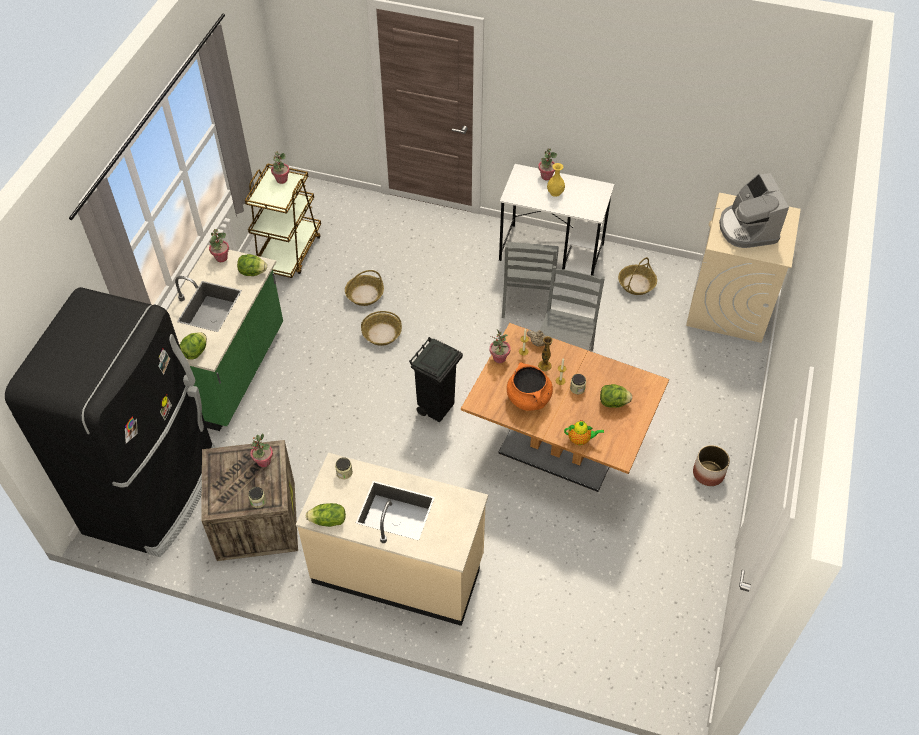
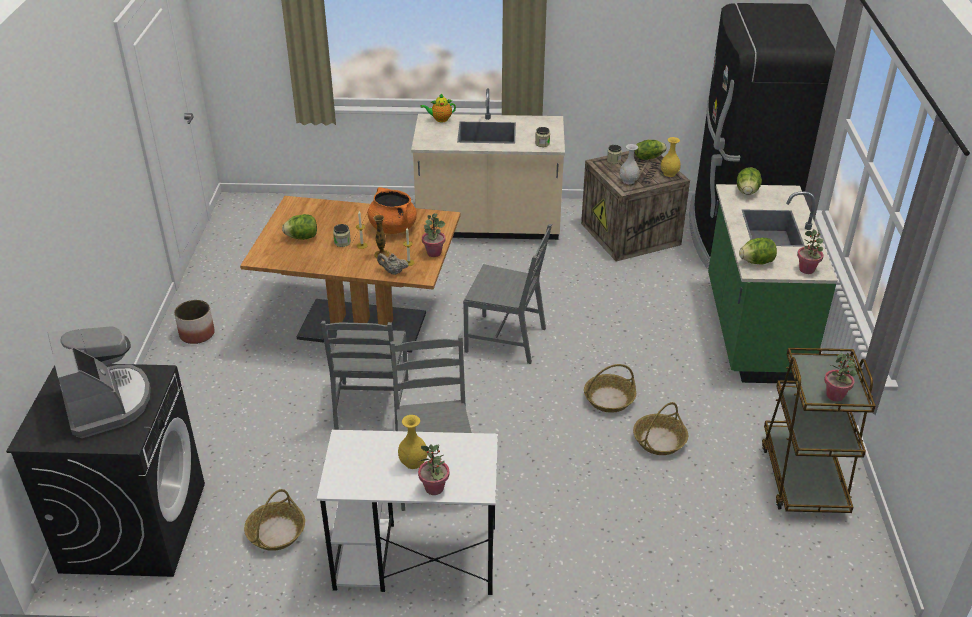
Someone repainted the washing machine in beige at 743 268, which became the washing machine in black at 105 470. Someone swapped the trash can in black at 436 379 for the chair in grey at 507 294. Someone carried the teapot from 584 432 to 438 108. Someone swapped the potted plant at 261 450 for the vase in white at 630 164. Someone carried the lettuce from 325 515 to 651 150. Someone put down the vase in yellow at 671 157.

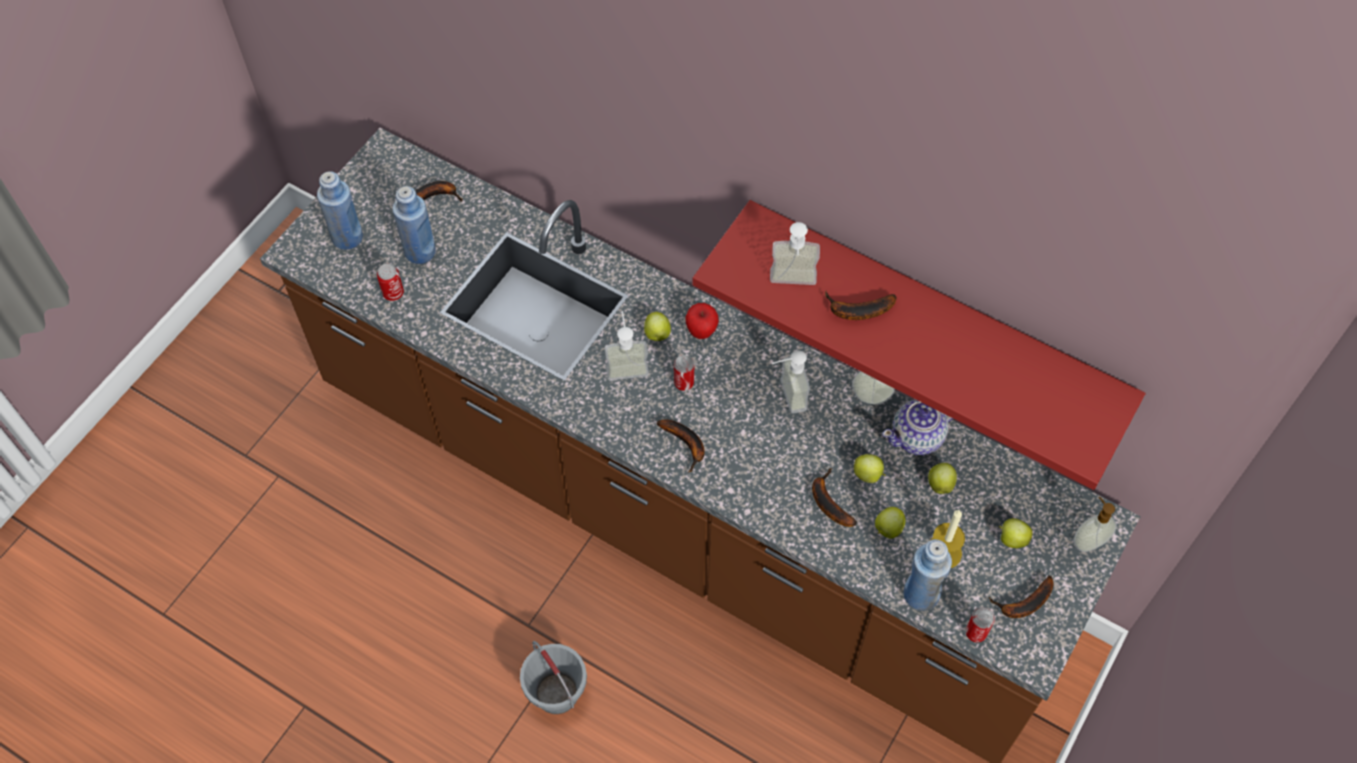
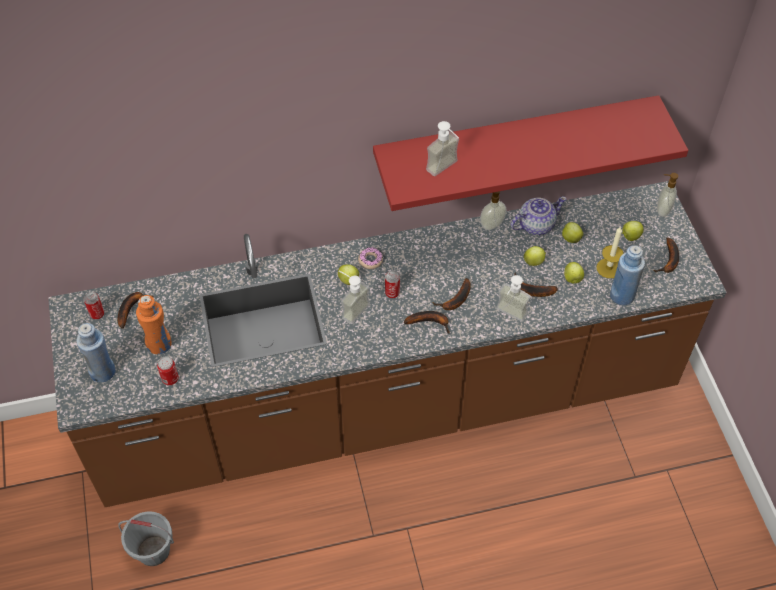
Someone repainted the bottle in blue at 414 225, which became the bottle in orange at 154 324. Someone carried the banana from 861 305 to 451 294. Someone swapped the apple at 702 321 for the donut at 370 258. Someone carried the soap dispenser from 791 382 to 513 298. Someone rotated the teapot at 918 427 by 135 degrees counterclockwise. Someone carried the can from 980 625 to 94 306. Someone carried the bucket in grey from 553 677 to 146 538.

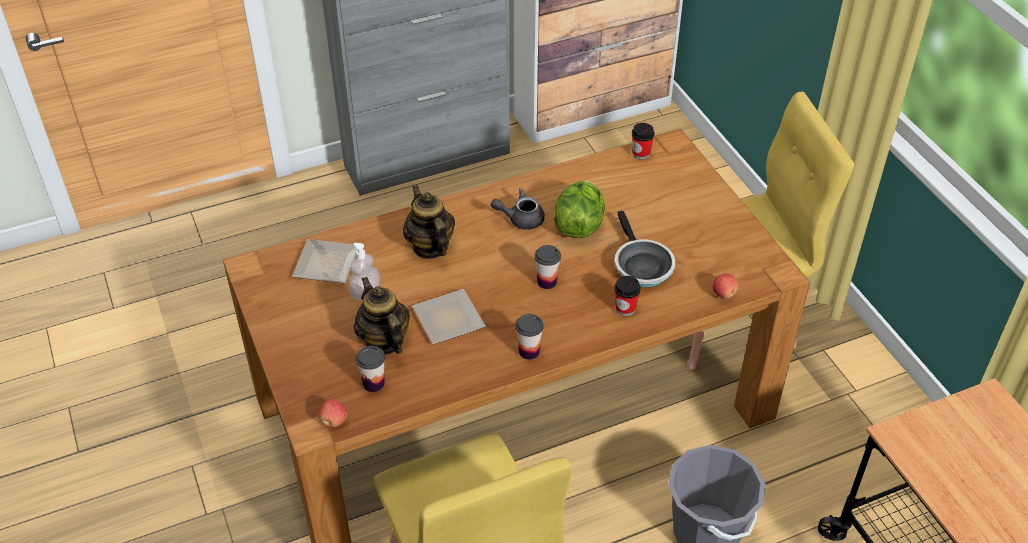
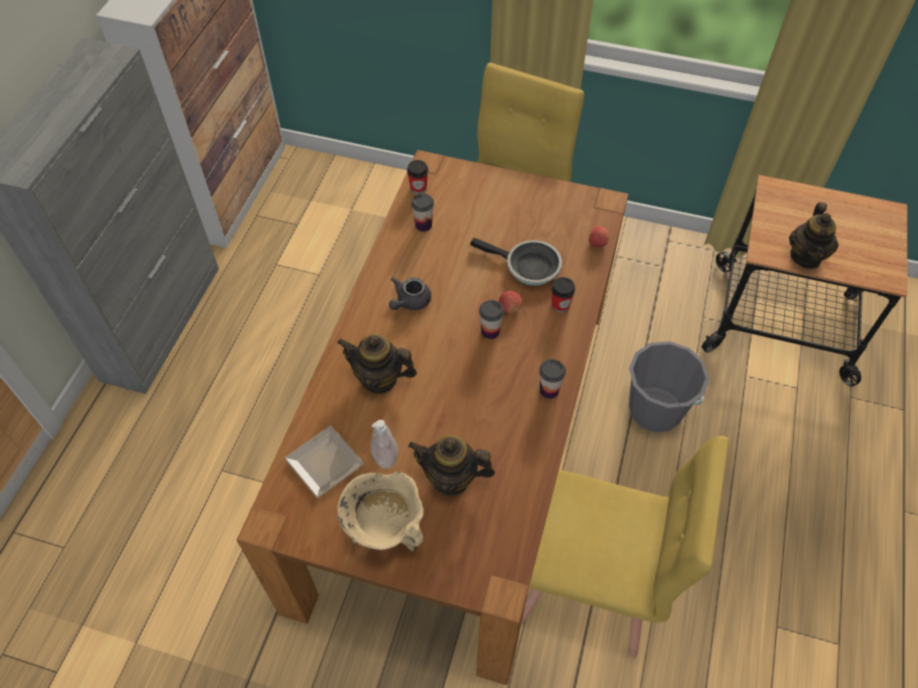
Someone took away the lettuce at 579 209. Someone took away the plate at 448 316. Someone carried the cup from 370 369 to 422 212. Someone carried the apple from 333 413 to 510 302. Someone put down the teapot at 814 235. Someone put down the cooking pot in beige at 380 511.

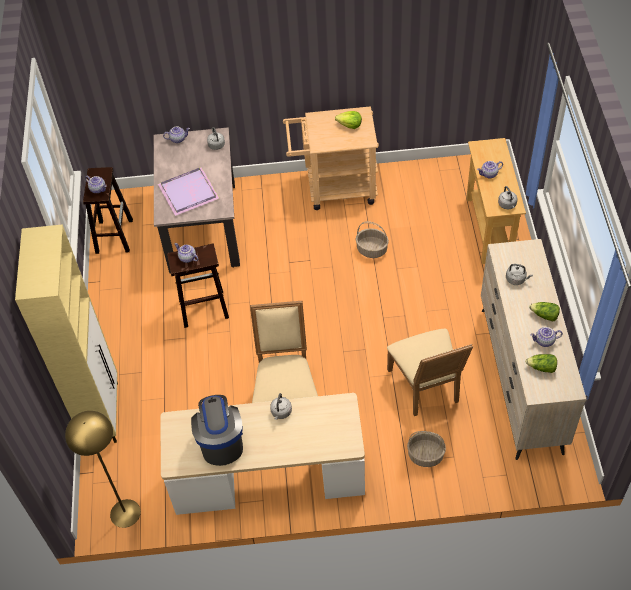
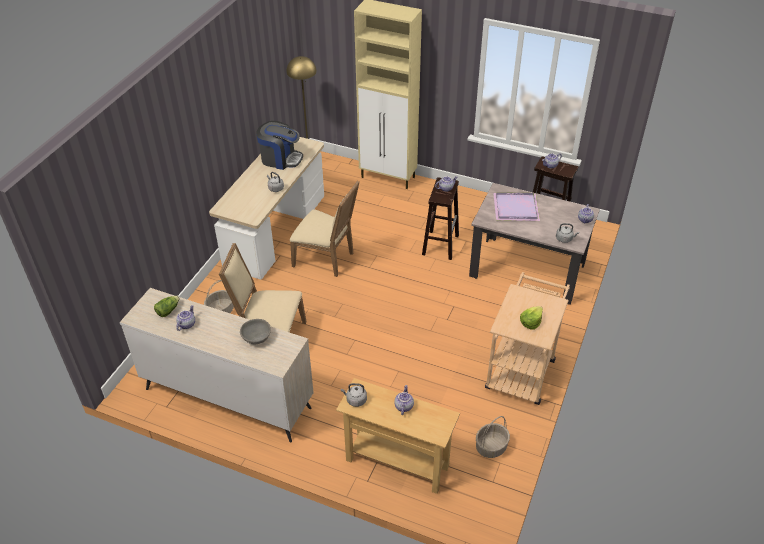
Someone carried the basket from 372 239 to 493 437. Someone swapped the kettle in grey at 519 274 for the bowl in grey at 255 331. Someone took away the lettuce at 544 312.

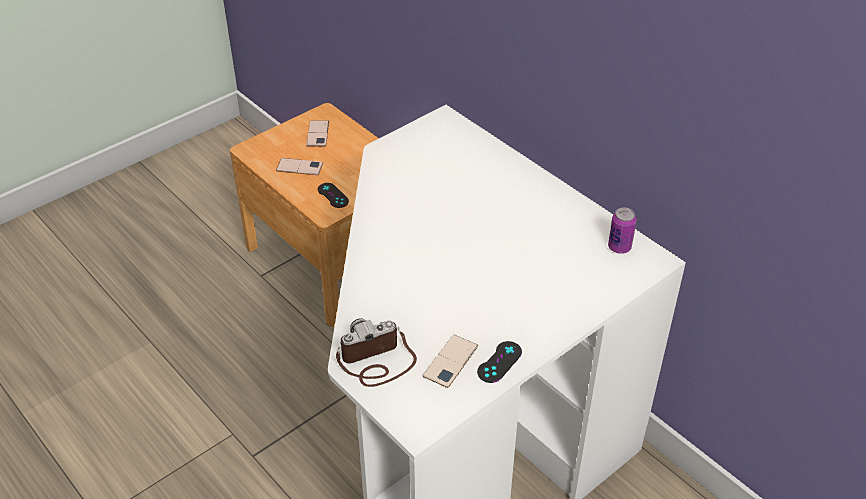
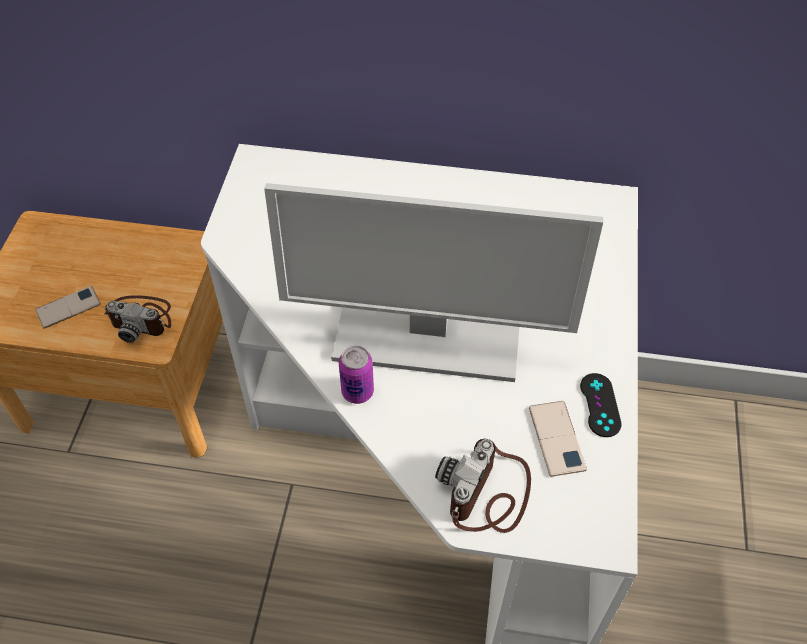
Someone took away the phone at 317 133. Someone swapped the game controller in black at 333 195 for the photo camera at 137 319. Someone carried the can from 622 230 to 356 375. Someone put down the monitor at 433 282.

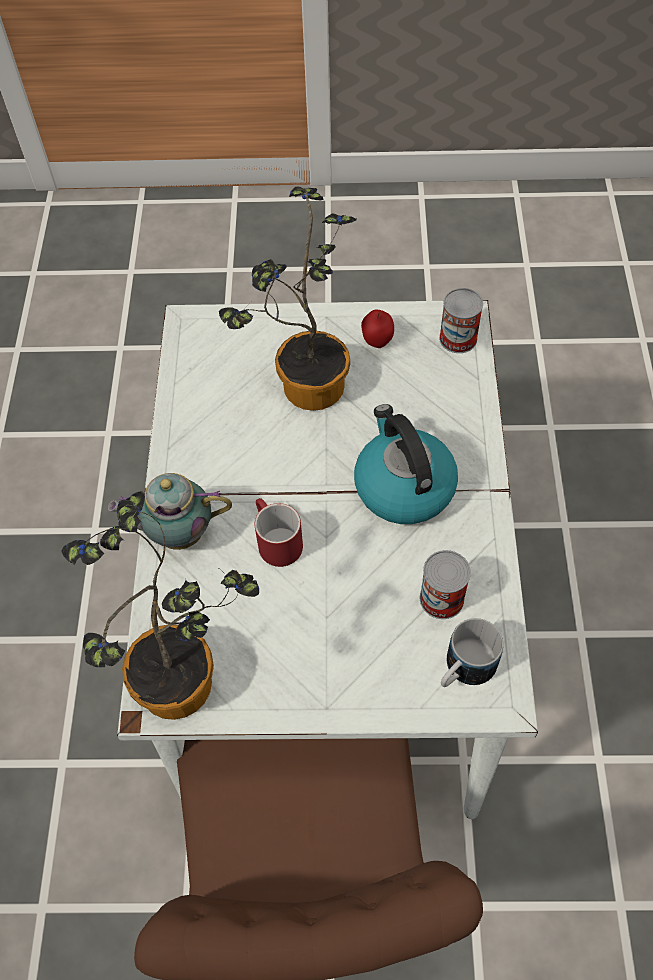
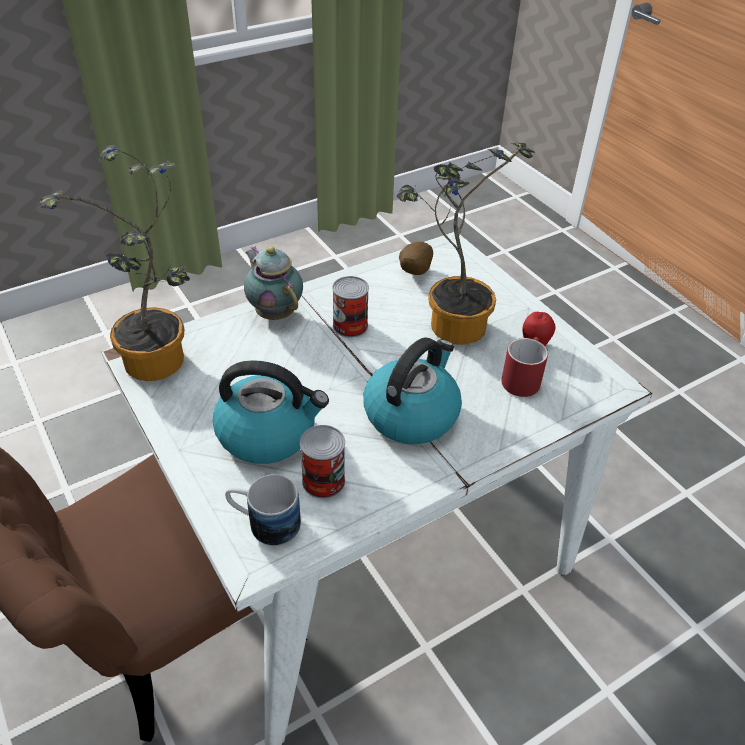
Someone carried the can from 461 320 to 350 307. Someone carried the mug in red from 279 532 to 524 367. Someone put down the potato at 416 258. Someone put down the kettle at 271 412.

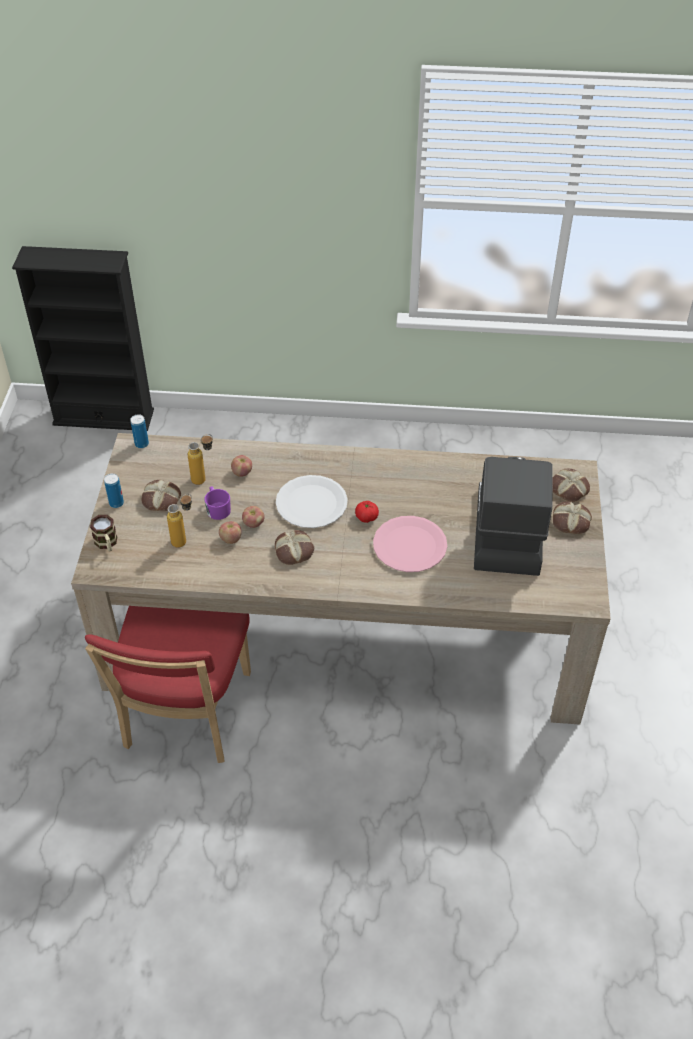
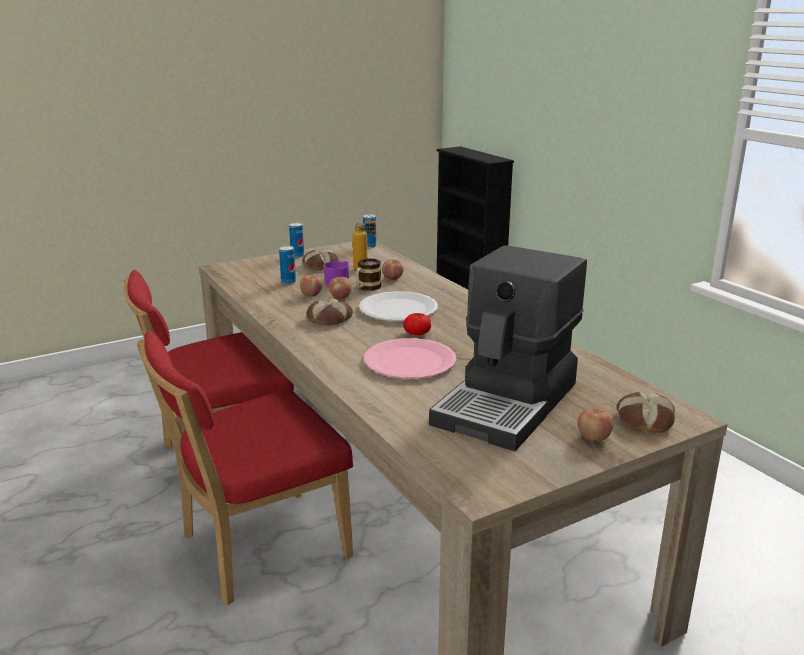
Someone rotated the coffee machine at 513 516 by 150 degrees clockwise. Someone swapped the bottle at 179 521 for the can at 287 265. Someone swapped the bread at 572 517 for the apple at 595 424. Someone carried the mug from 103 533 to 368 274. Someone put down the chair in red at 245 468.

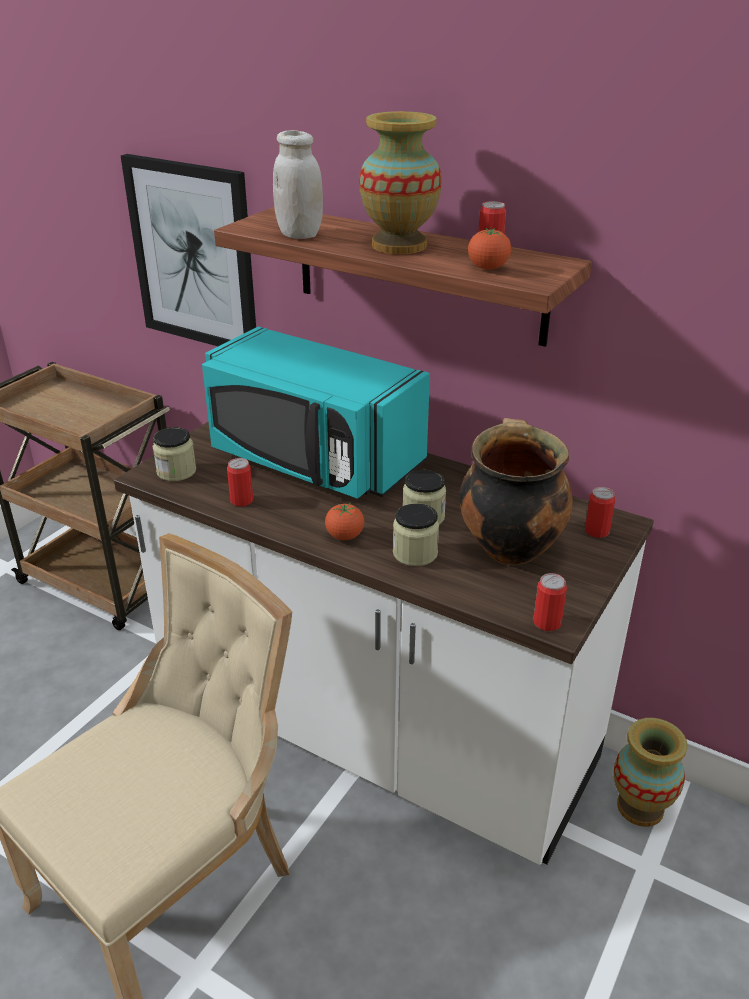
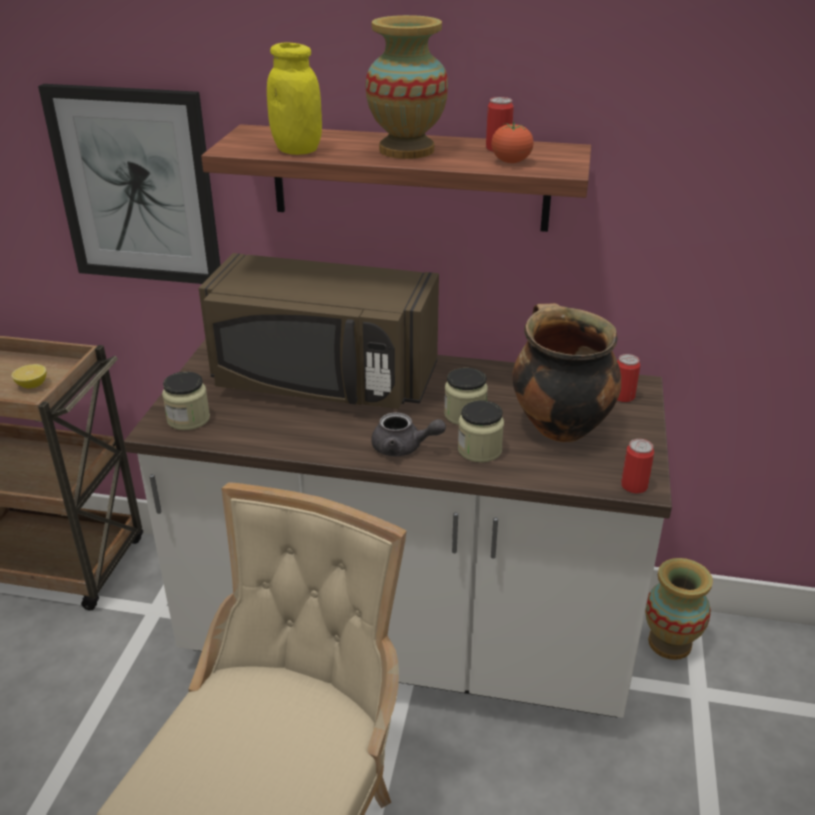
Someone repainted the jar in white at 298 184, which became the jar in yellow at 294 98. Someone repainted the microwave in turquoise at 316 413, which became the microwave in brown at 319 331. Someone took away the can at 240 482. Someone swapped the tomato at 344 521 for the teapot in grey at 408 434. Someone put down the lemon at 28 376.

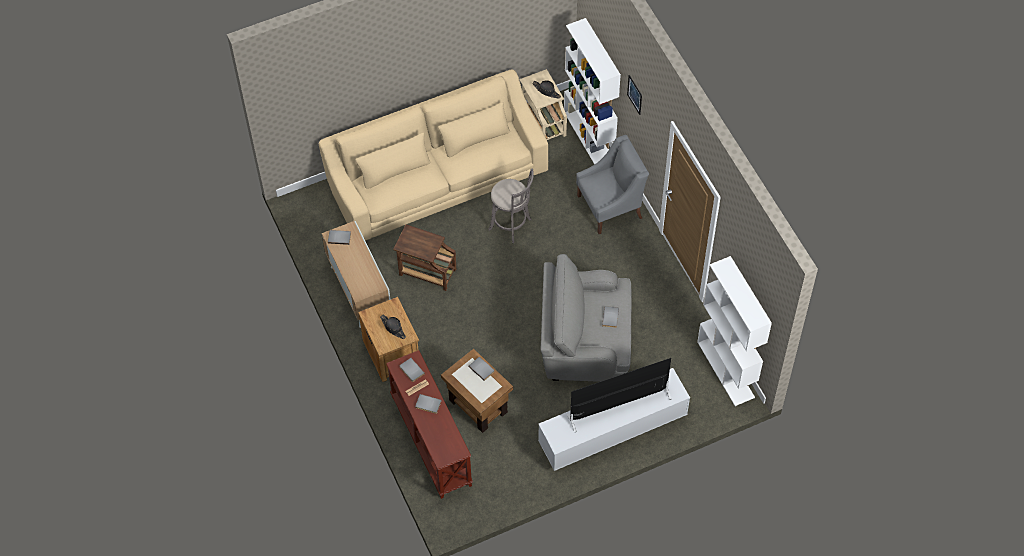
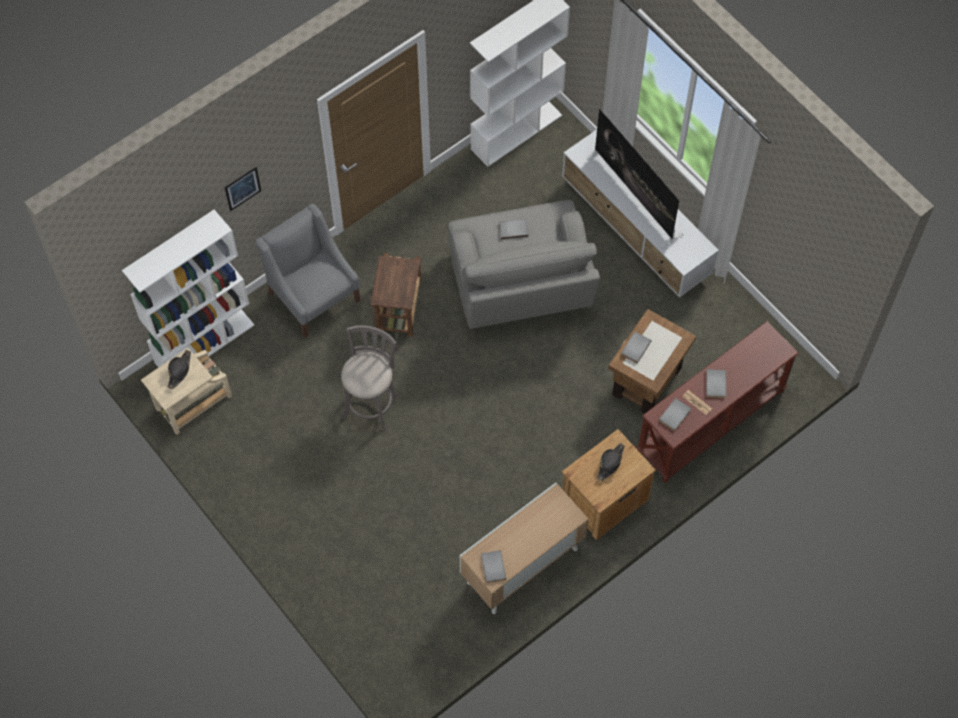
Someone took away the sofa in beige at 433 155. Someone carried the side table in brown from 424 257 to 396 295.

